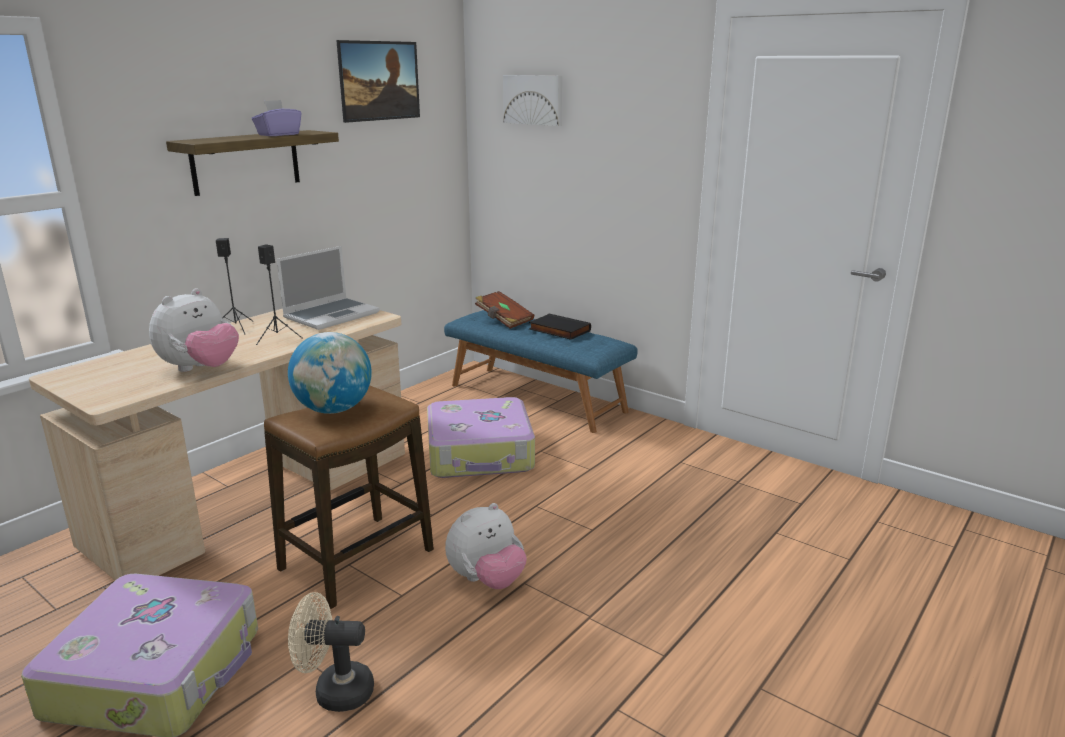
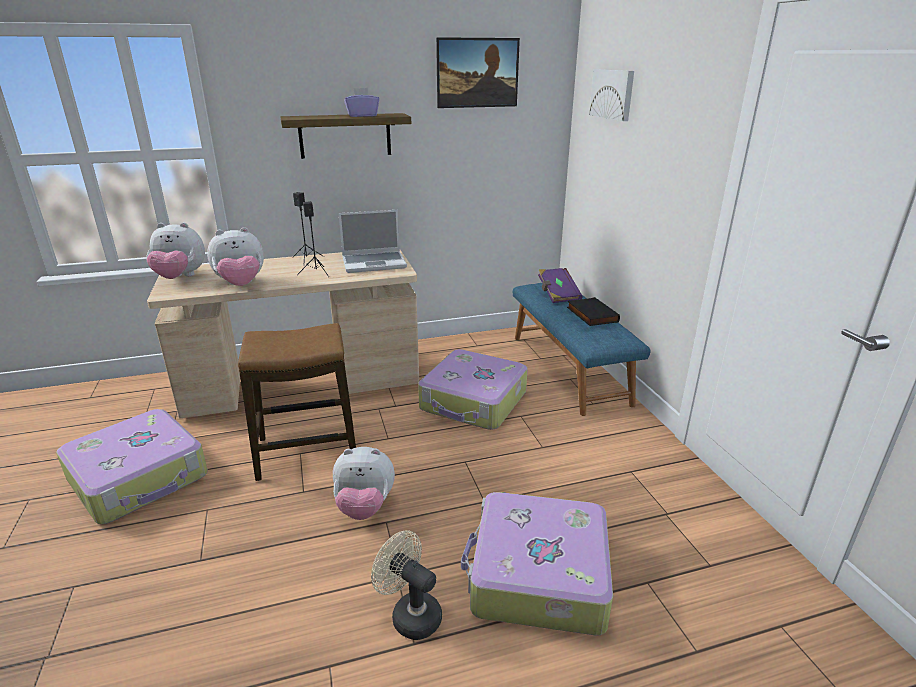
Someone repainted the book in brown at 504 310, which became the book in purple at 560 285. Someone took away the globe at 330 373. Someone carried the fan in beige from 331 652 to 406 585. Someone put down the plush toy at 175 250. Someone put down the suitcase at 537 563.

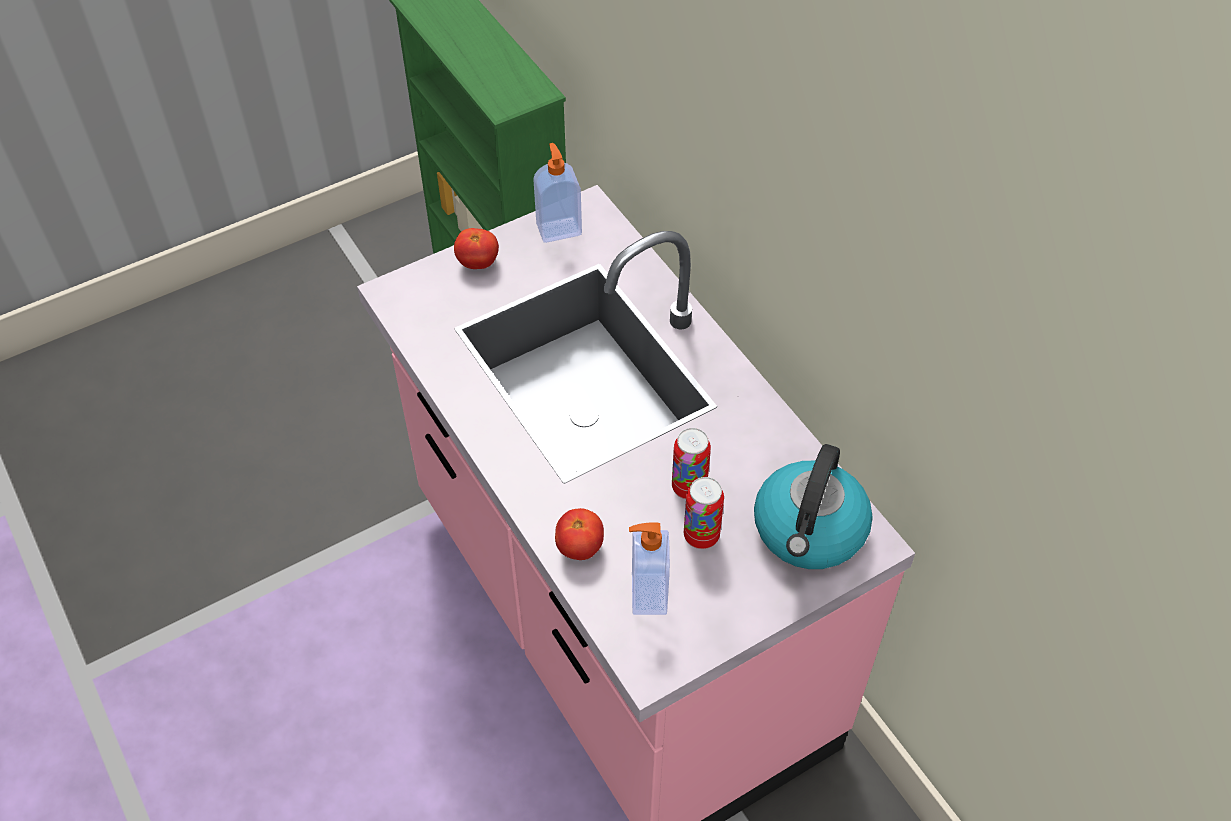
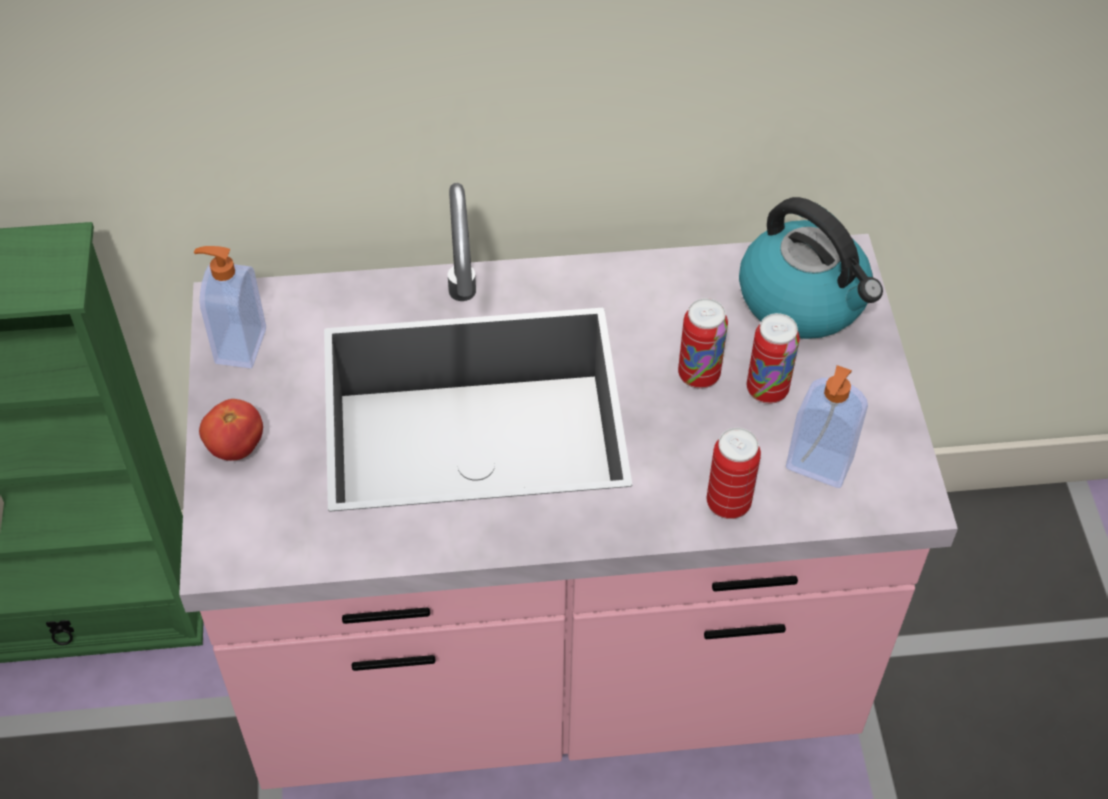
Someone swapped the tomato at 579 534 for the can at 734 473.

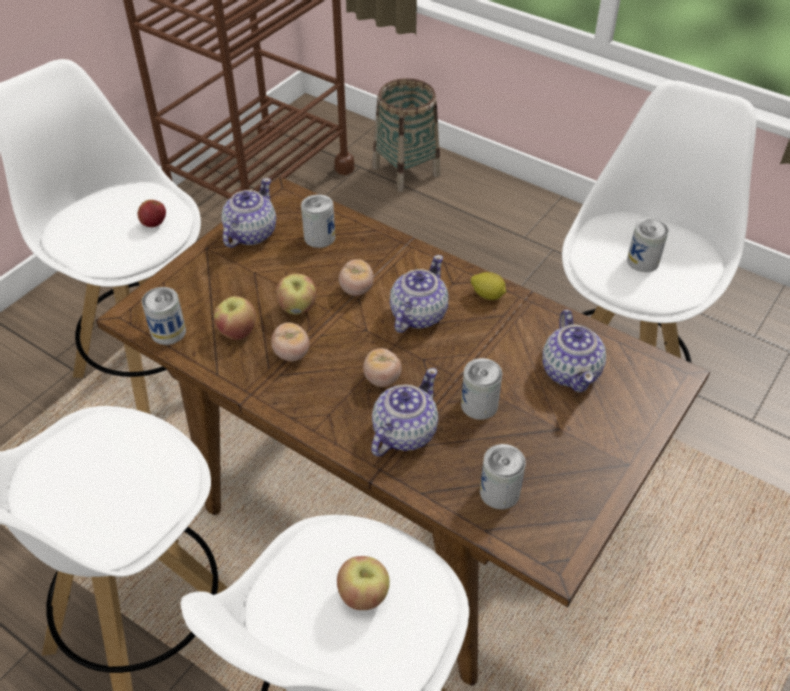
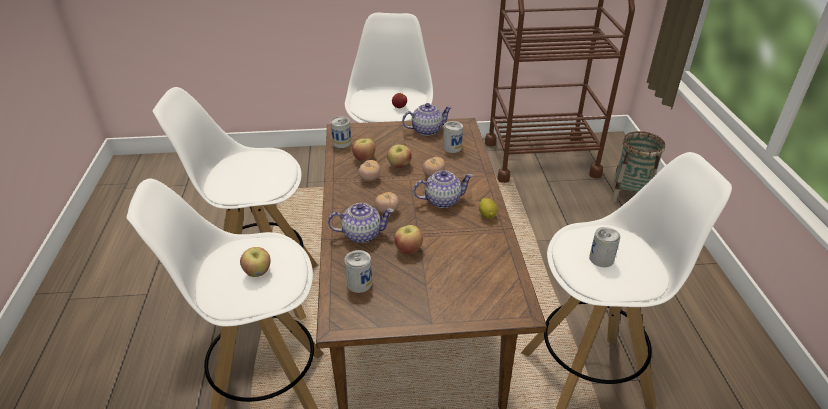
Someone took away the teapot at 574 351. Someone swapped the can at 481 389 for the apple at 408 239.

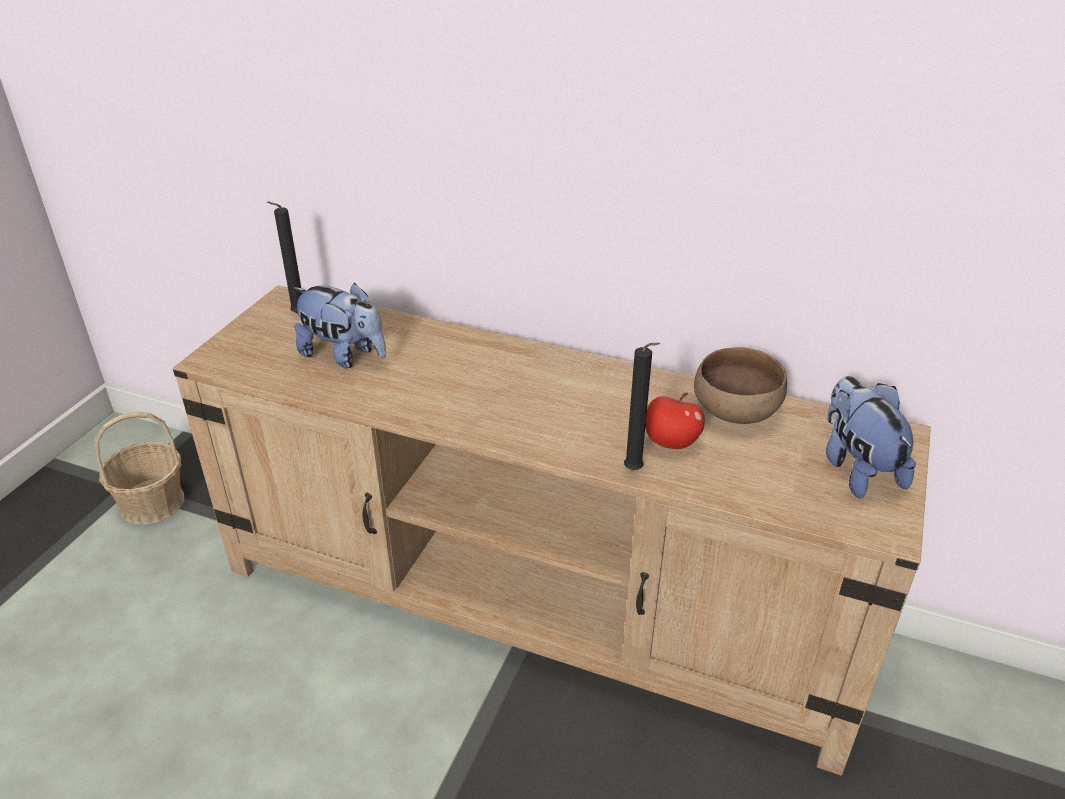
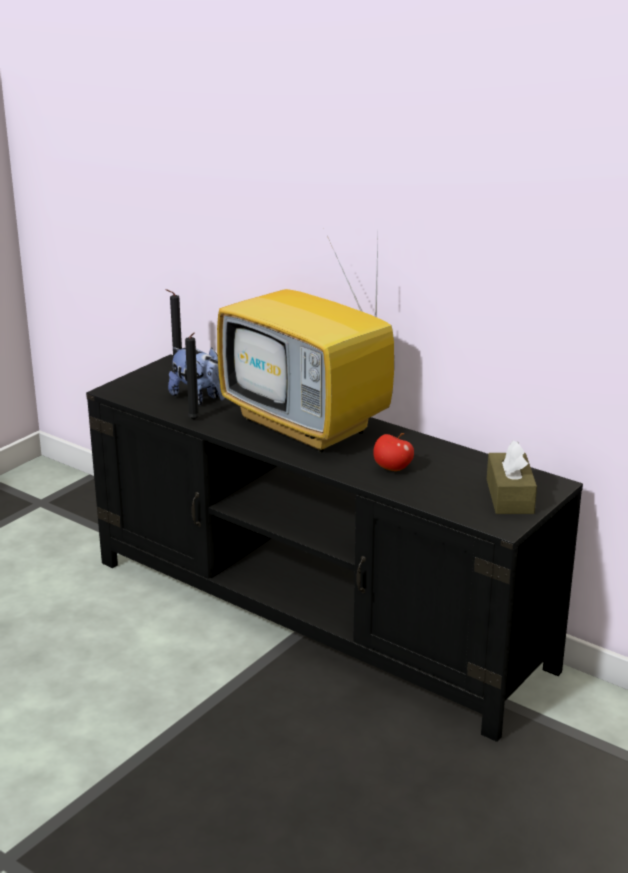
Someone repainted the tv stand in beige at 552 530, which became the tv stand in black at 334 548. Someone carried the candle in black from 642 406 to 192 376. Someone took away the bowl in brown at 740 385. Someone swapped the plush toy at 871 437 for the tissue box in brown at 512 477. Someone took away the basket at 139 468. Someone put down the television at 305 340.

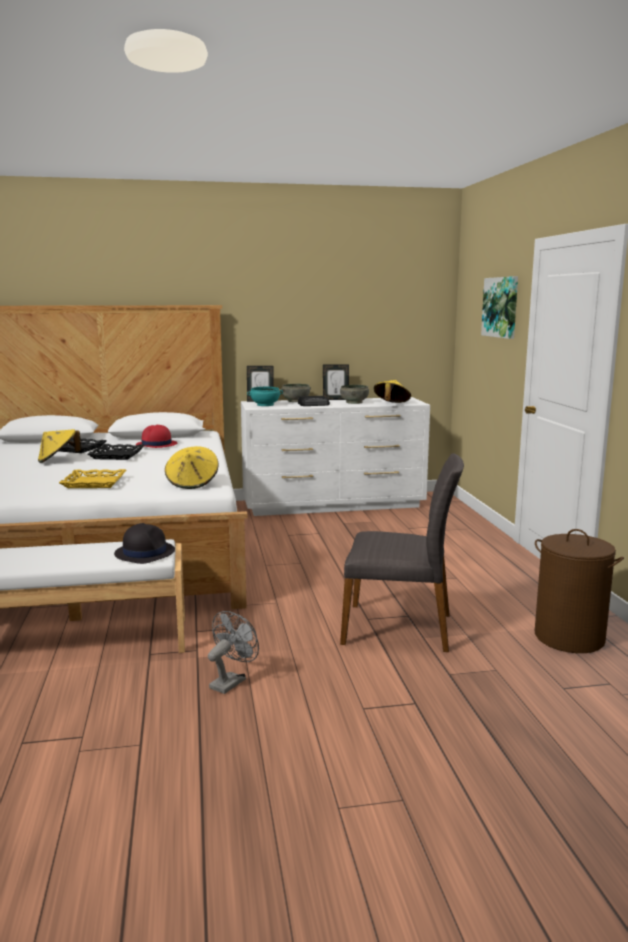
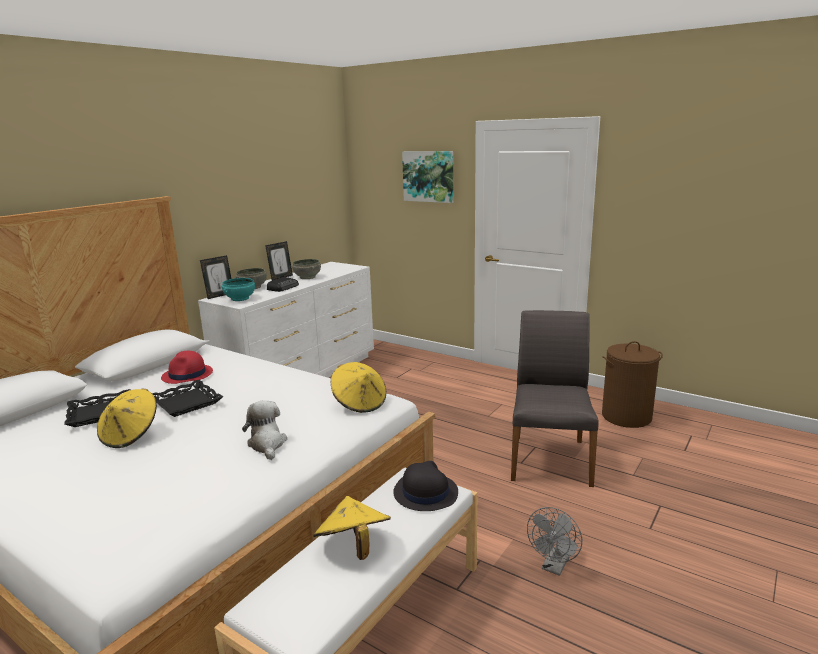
Someone carried the hat in yellow from 392 391 to 352 528. Someone rotated the chair in grey at 402 552 by 45 degrees counterclockwise. Someone swapped the tray in yellow at 92 478 for the plush toy at 264 430. Someone rotated the fan in grey at 233 652 by 135 degrees counterclockwise.

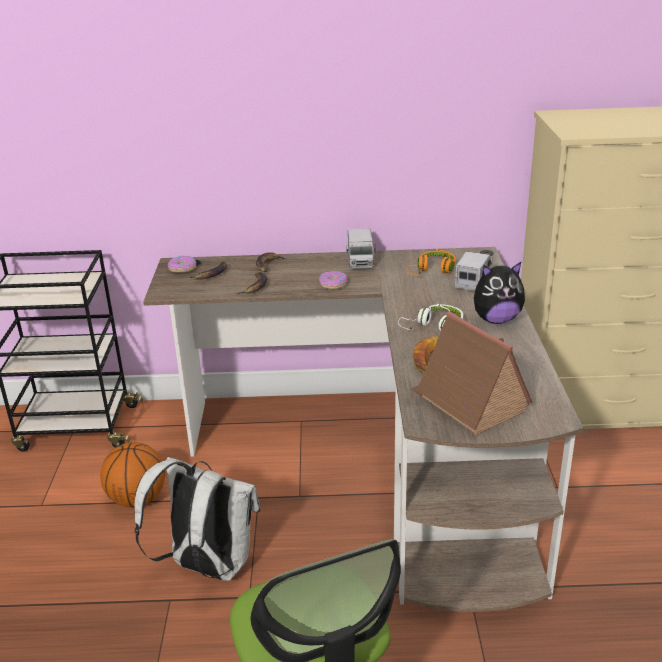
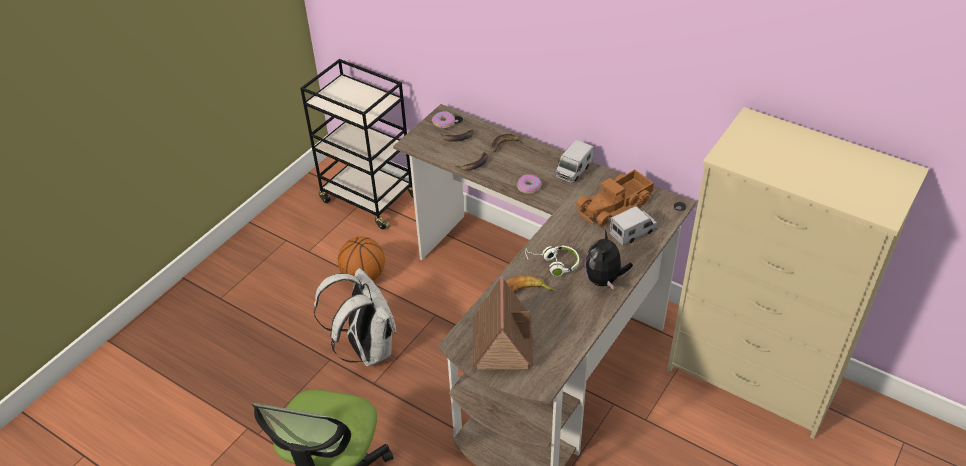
Someone swapped the headphones in orange at 431 262 for the toy truck at 615 198. Someone rotated the plush toy at 499 293 by 75 degrees clockwise.

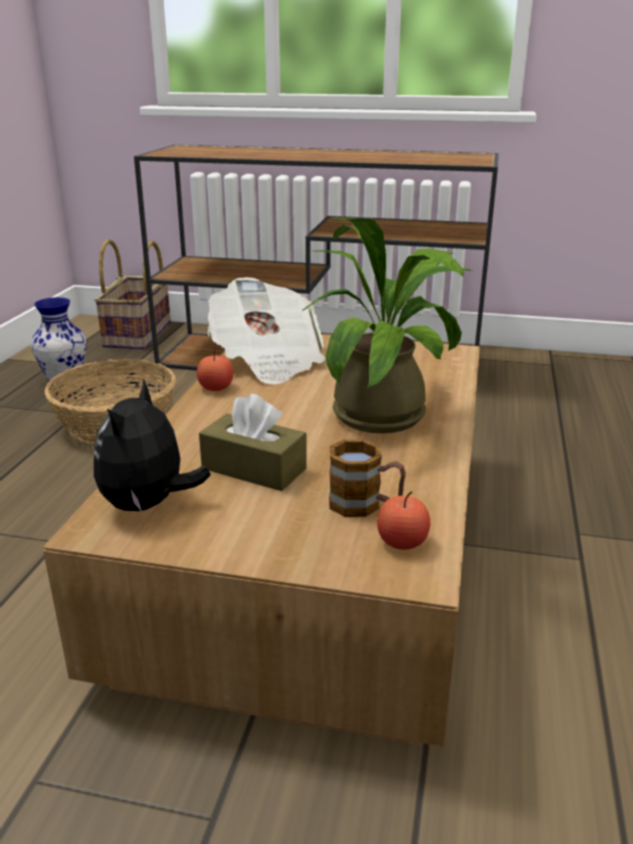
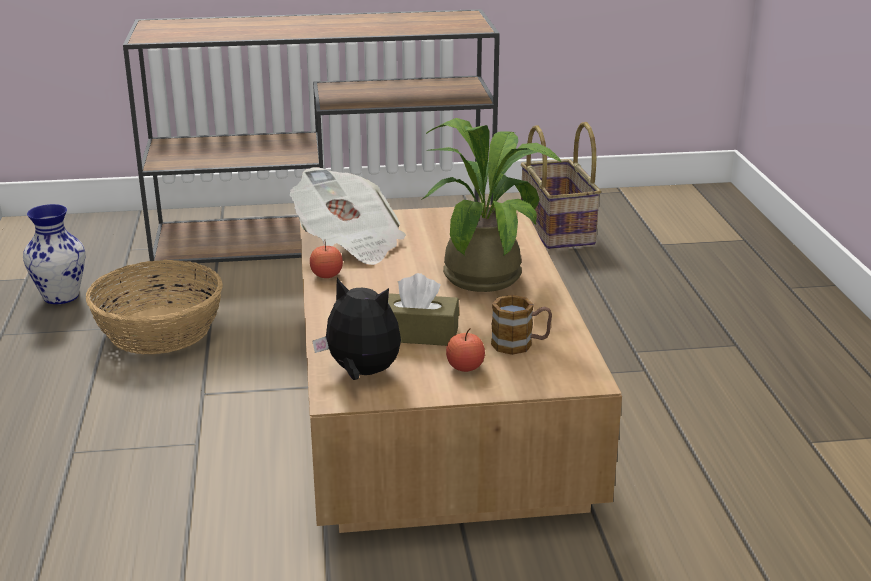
Someone carried the basket from 132 294 to 561 185. Someone rotated the plush toy at 152 445 by 120 degrees clockwise. Someone carried the apple from 403 520 to 465 350.

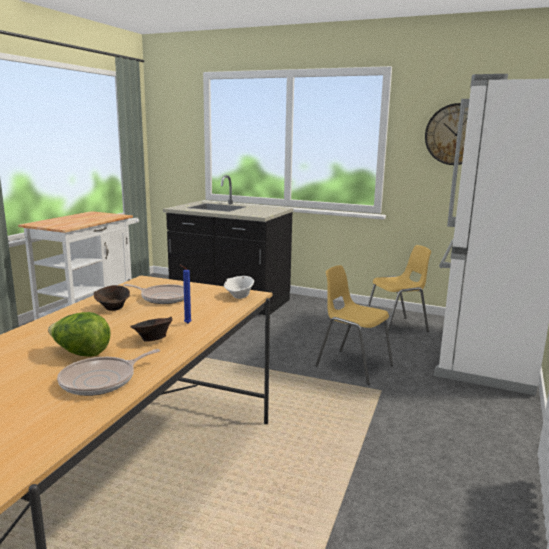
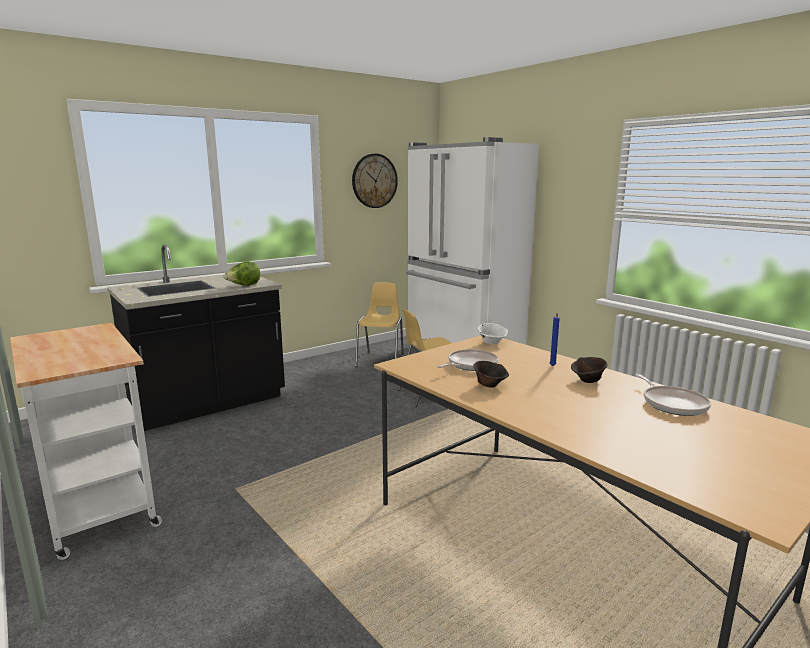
Someone carried the lettuce from 79 334 to 242 273.

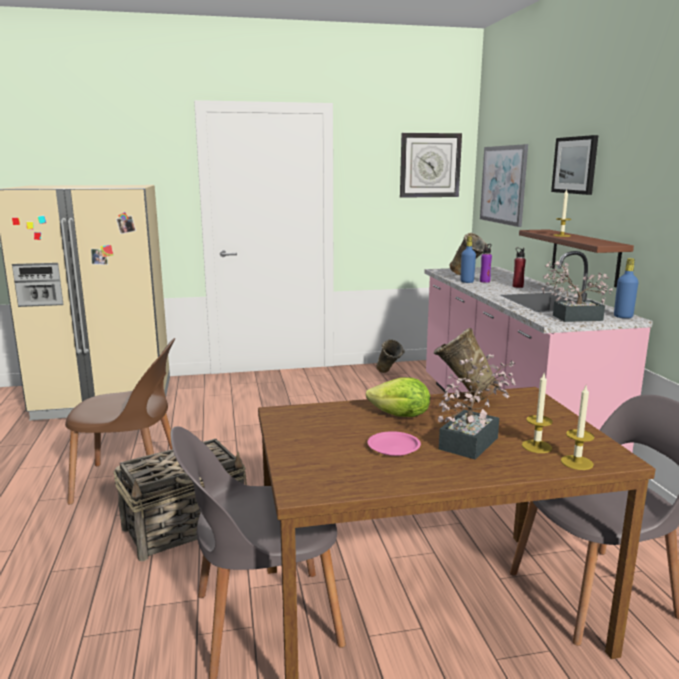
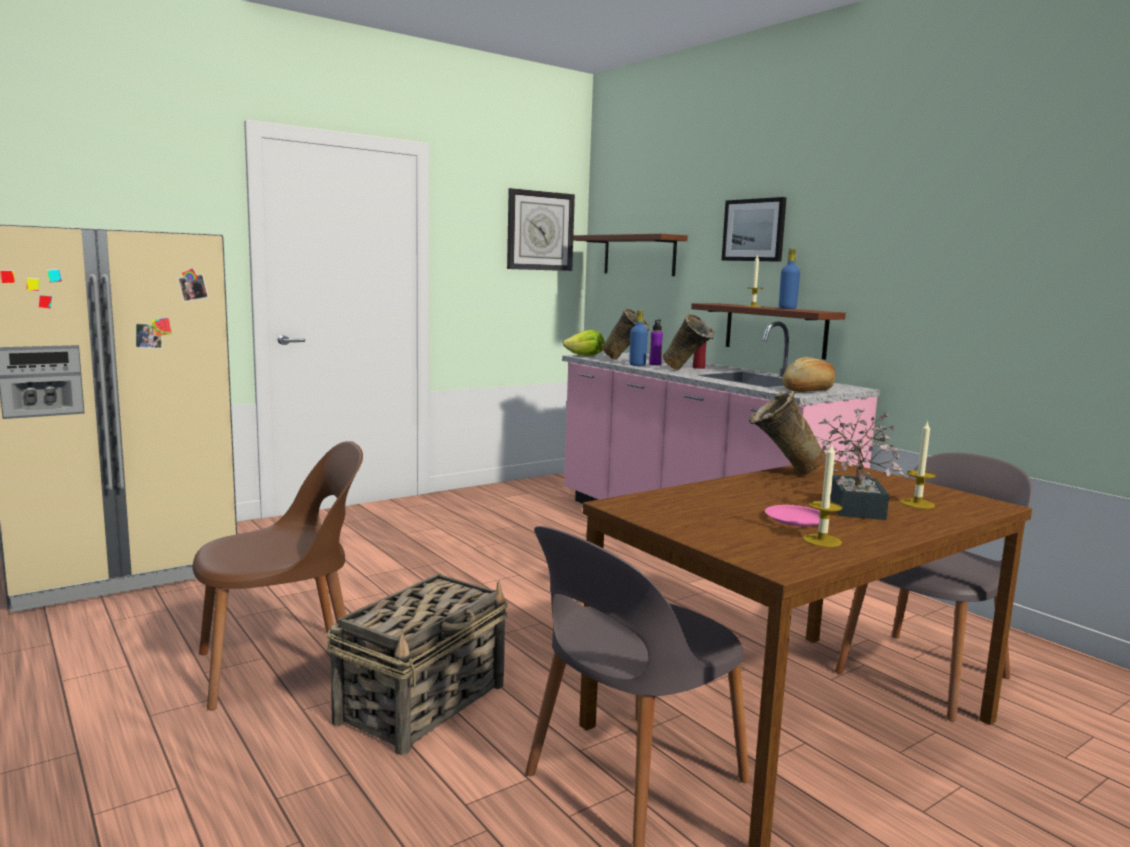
Someone swapped the picture at 504 185 for the shelf in brown at 630 255. Someone carried the bottle in blue from 626 288 to 789 279. Someone swapped the potted plant at 577 291 for the bread at 808 374. Someone carried the vase in beige from 390 356 to 688 342. Someone carried the lettuce from 398 397 to 584 343. Someone carried the candle from 578 428 to 822 494.

